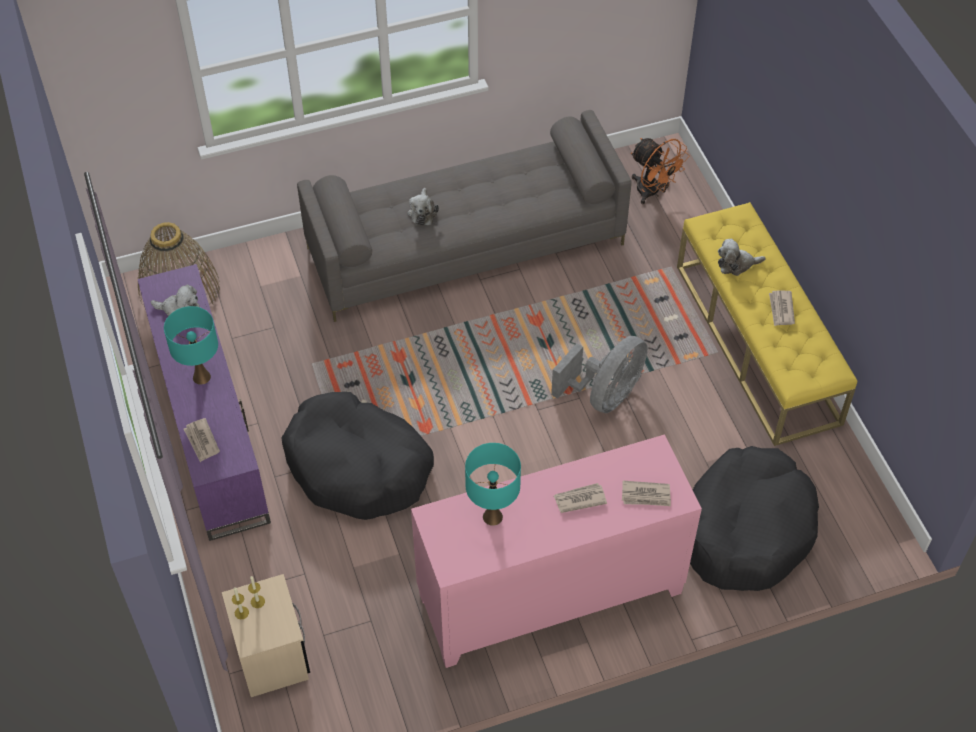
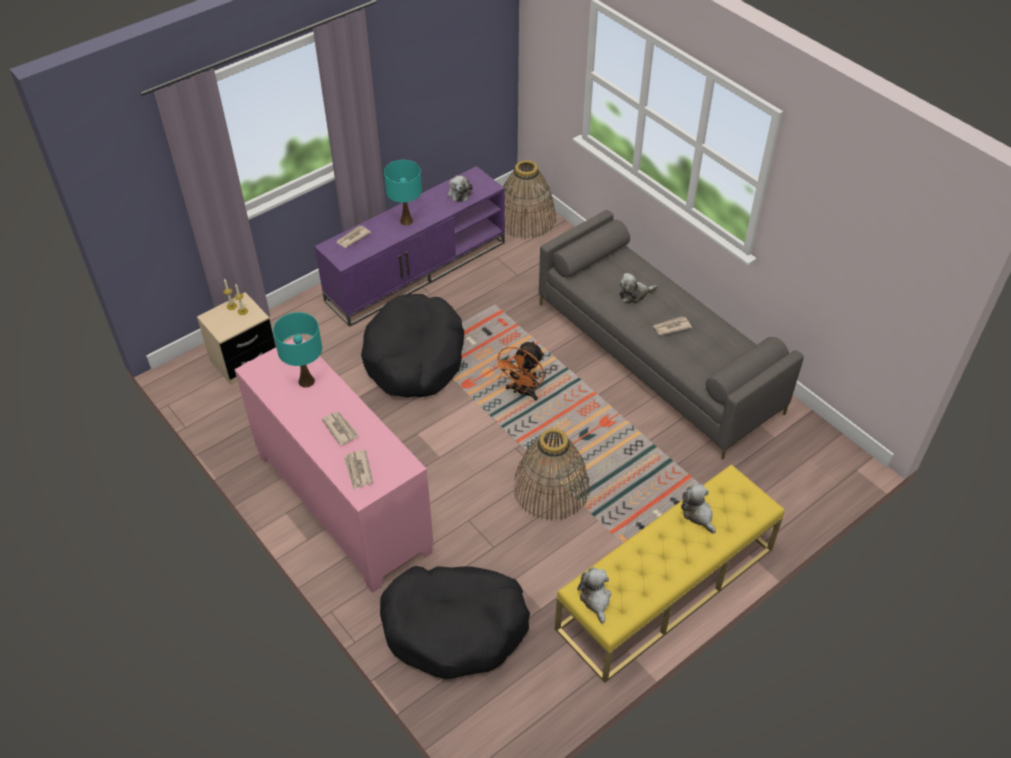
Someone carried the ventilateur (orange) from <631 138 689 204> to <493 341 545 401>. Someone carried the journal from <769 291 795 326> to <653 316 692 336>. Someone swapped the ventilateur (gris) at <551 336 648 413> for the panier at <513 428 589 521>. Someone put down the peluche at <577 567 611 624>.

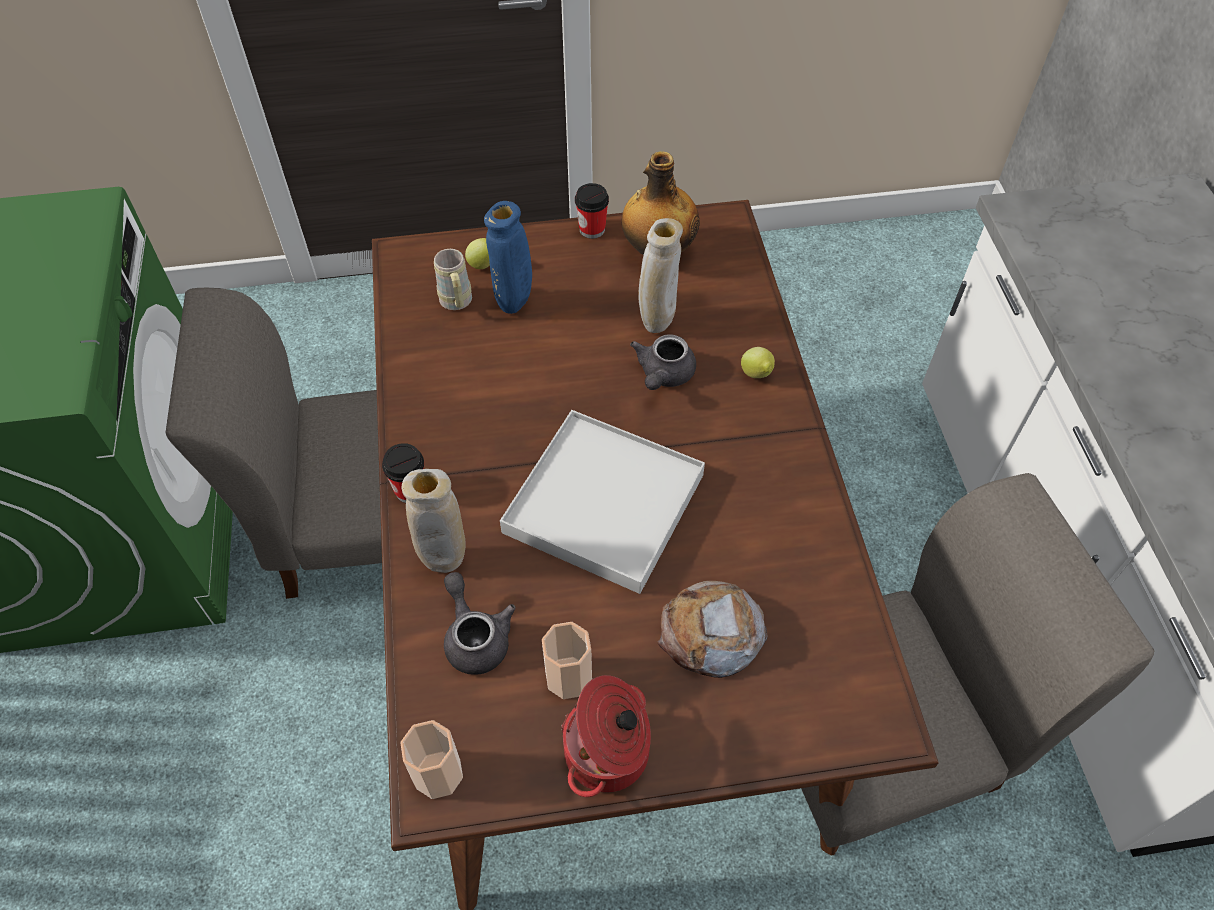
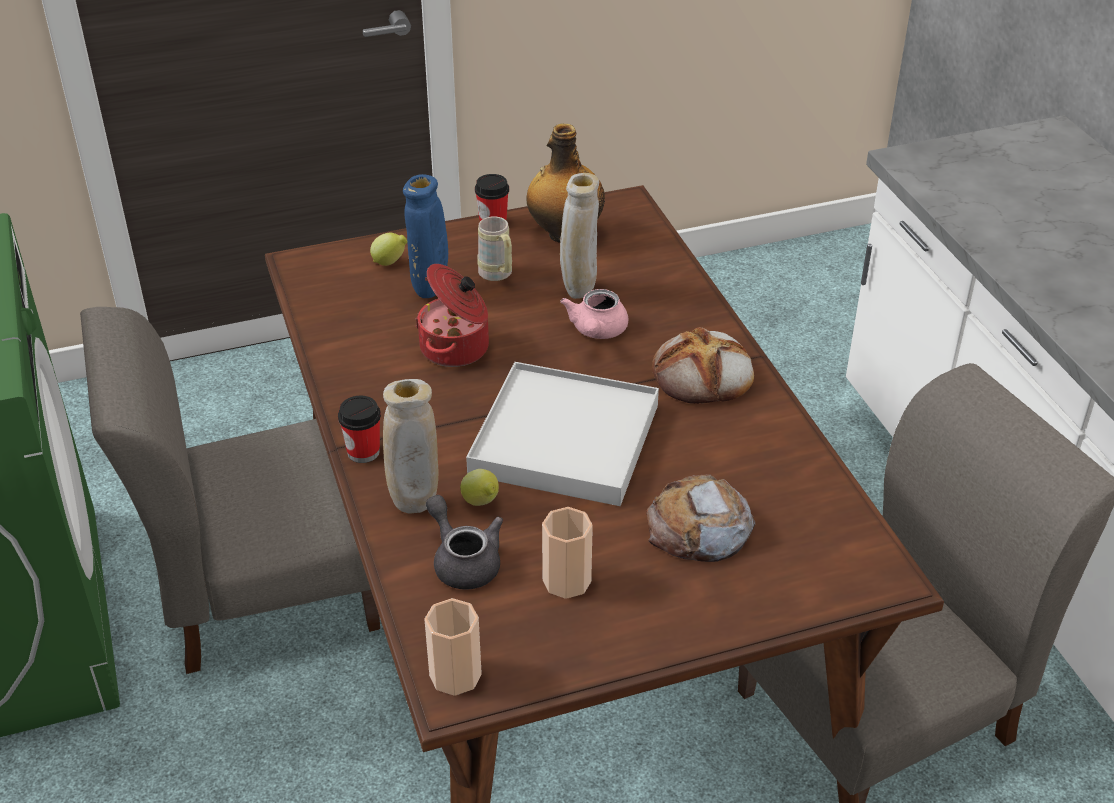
Someone carried the mug (beige) from <434 249 472 310> to <477 217 512 281>. Someone repainted the théière (gris) at <630 334 696 390>, which became the théière (rose) at <560 289 628 339>. Someone carried the citron from <741 347 775 378> to <460 469 499 506>. Someone carried the marmite from <561 675 651 797> to <415 264 489 367>. Someone put down the pain at <652 327 754 404>.

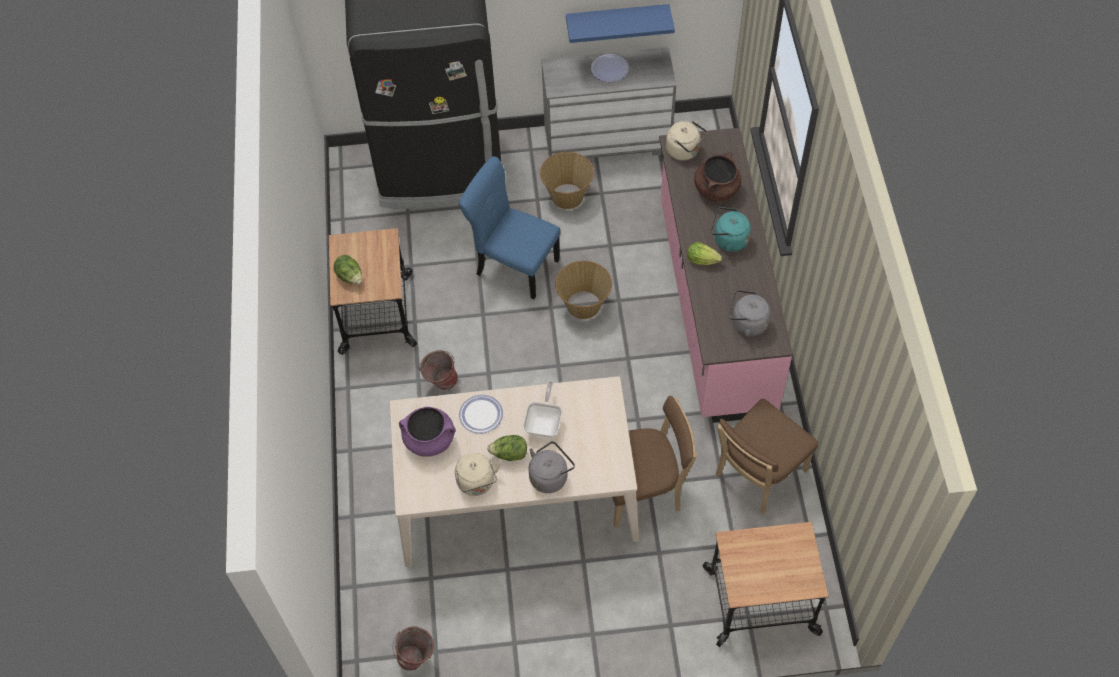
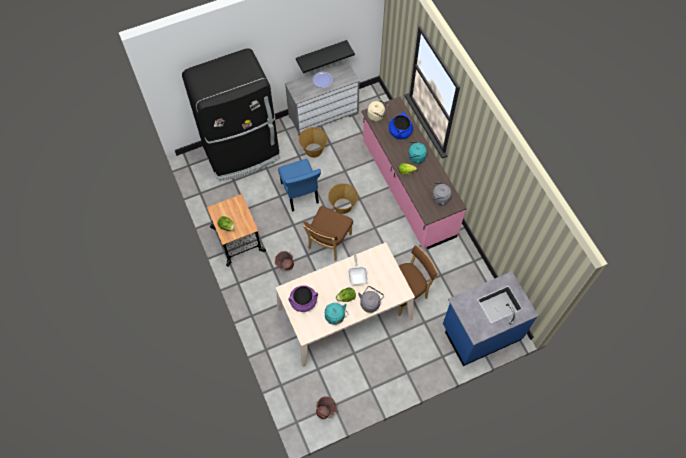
Someone repainted the étagère (bleu) at <566 4 675 43>, which became the étagère (noir) at <296 40 355 73>. Someone repainted the marmite (marron) at <694 152 741 202>, which became the marmite (bleu) at <389 112 413 139>. Someone rotated the chaise (bleu) at <459 157 561 300> by 120 degrees counterclockwise. Someone took away the assiette at <459 395 503 434>. Someone carried the chaise (marron) from <716 399 818 514> to <303 206 353 261>. Someone repainted the bouilloire (beige) at <455 453 501 496>, which became the bouilloire (turquoise) at <325 303 348 325>. Someone swapped the chariot at <703 522 829 647> for the comptoir de cuisine (bleu) at <443 271 539 366>.

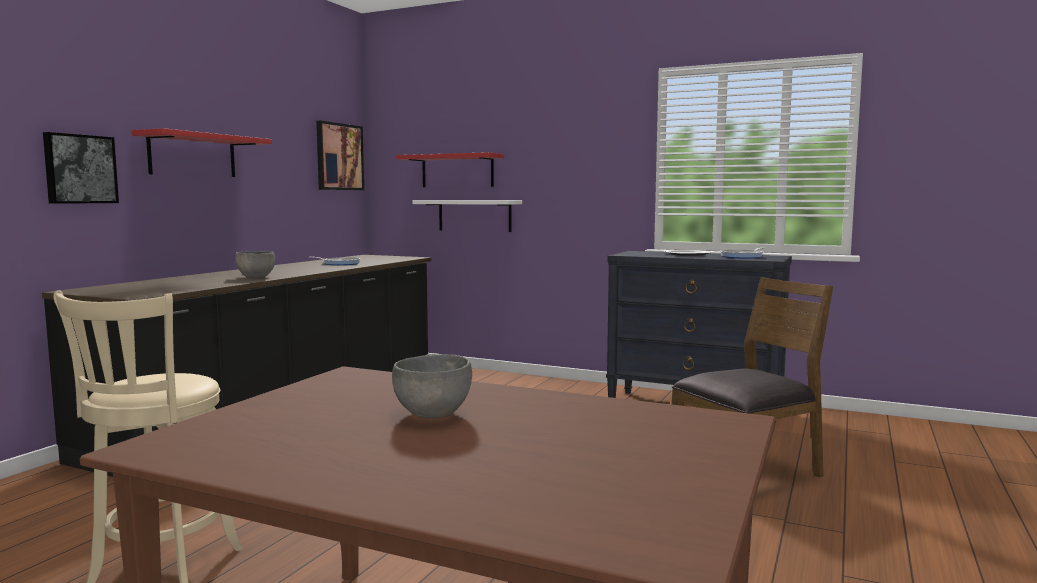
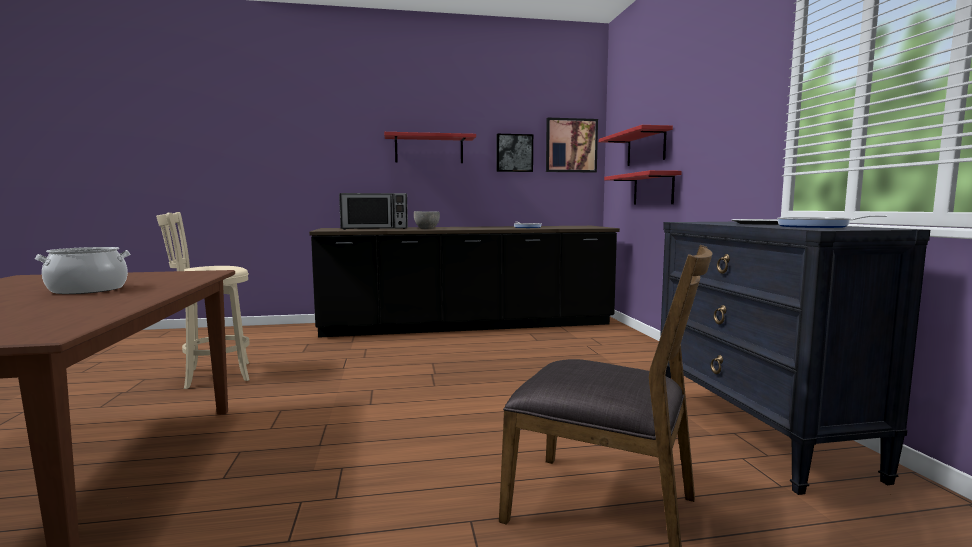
Someone carried the tableau from <43 132 119 204> to <496 134 533 172>. Someone repainted the étagère (blanc) at <413 200 522 232>, which became the étagère (rouge) at <604 170 682 205>. Someone swapped the bol (gris) at <392 354 472 418> for the marmite at <35 247 130 294>. Someone put down the micro-ondes at <339 193 408 230>.

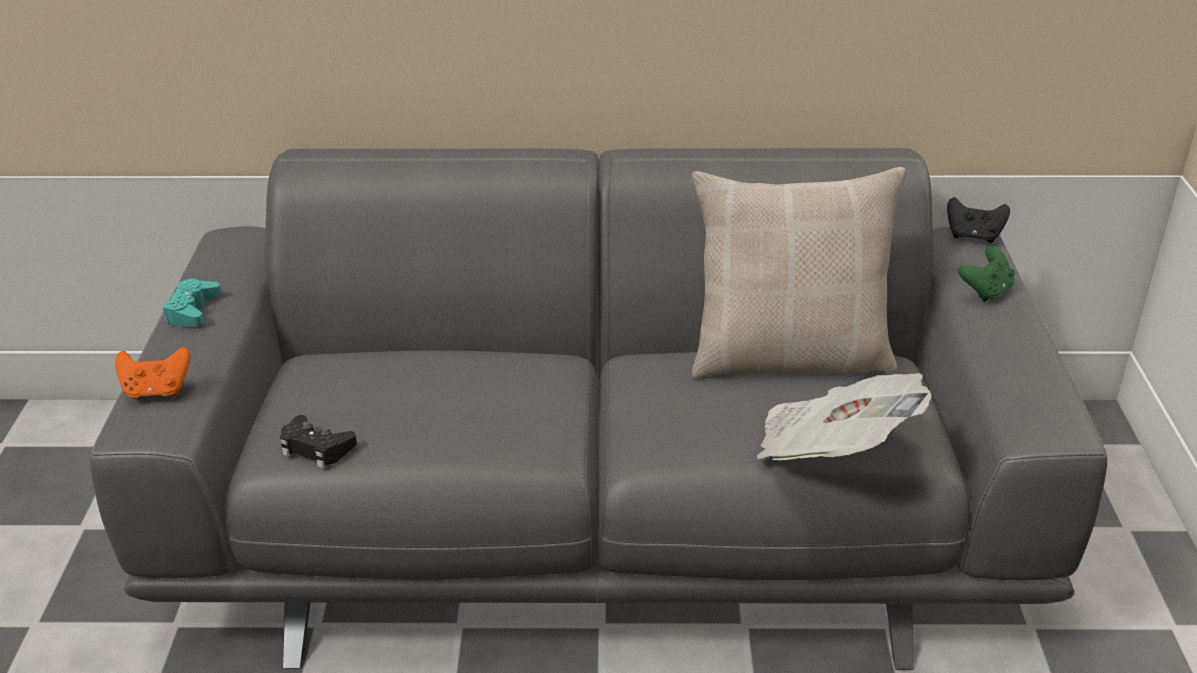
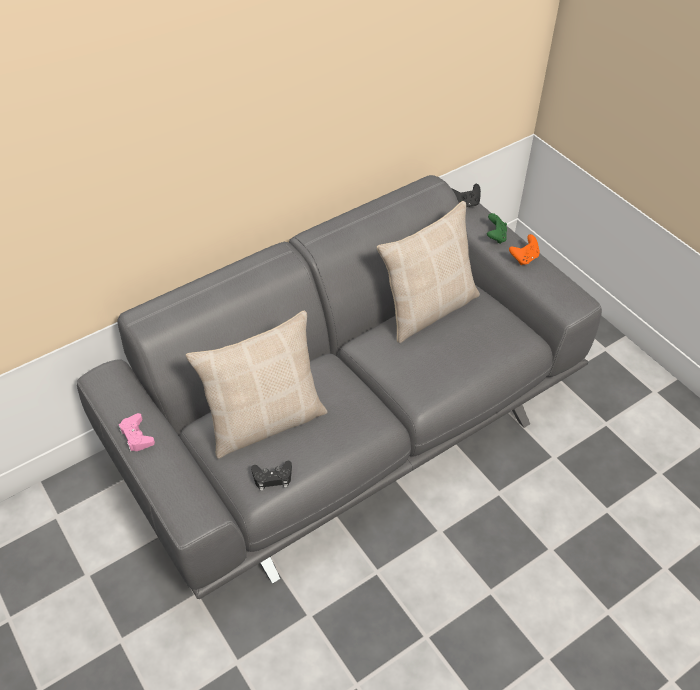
Someone repainted the manette (turquoise) at <163 279 221 326>, which became the manette (rose) at <119 413 155 451>. Someone carried the manette (orange) from <115 347 190 399> to <509 234 540 265>. Someone took away the journal at <757 373 931 460>. Someone put down the coussin (beige) at <186 310 328 459>.

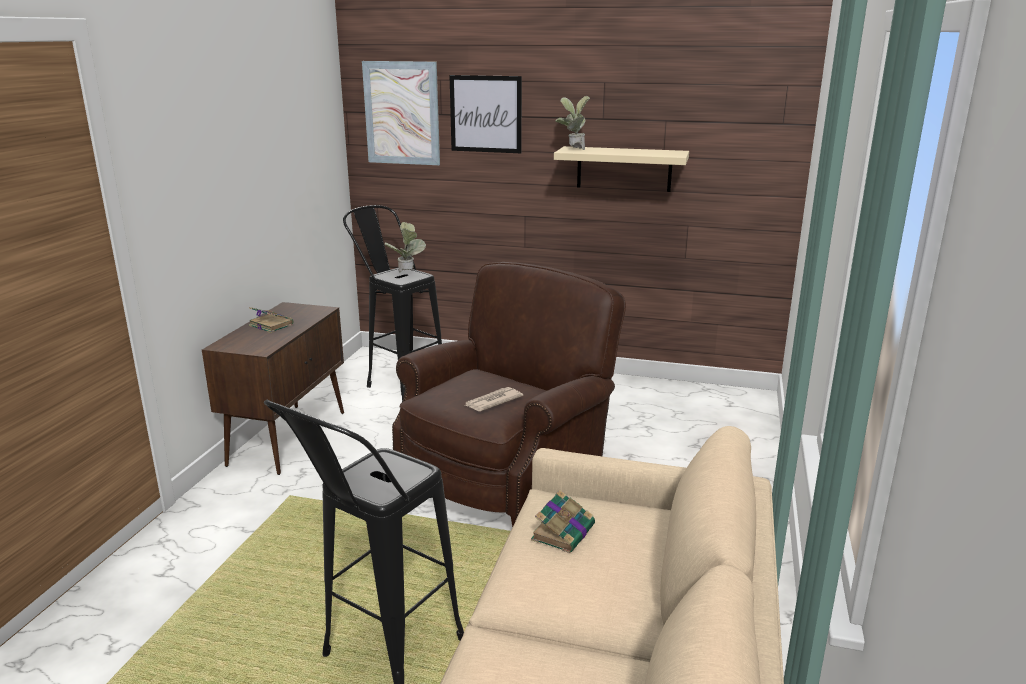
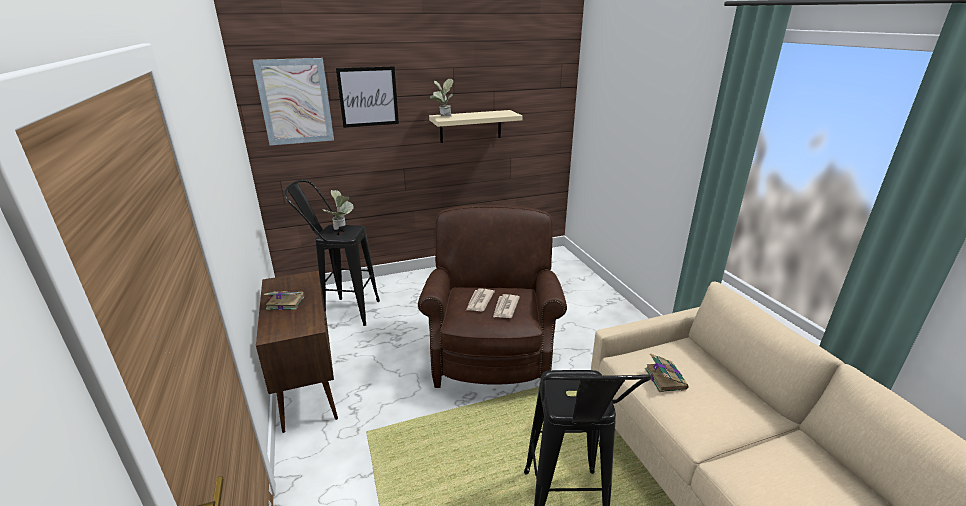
Someone put down the journal at <466 288 495 311>.

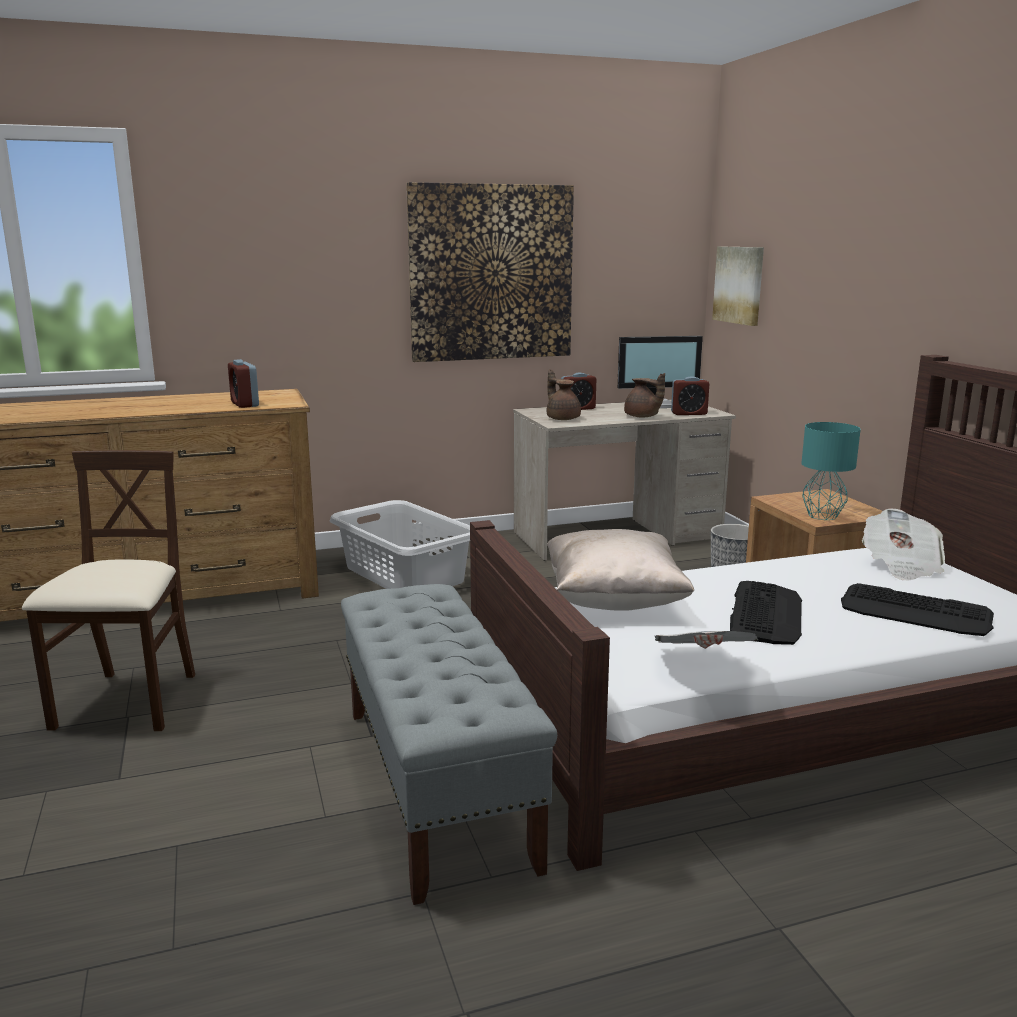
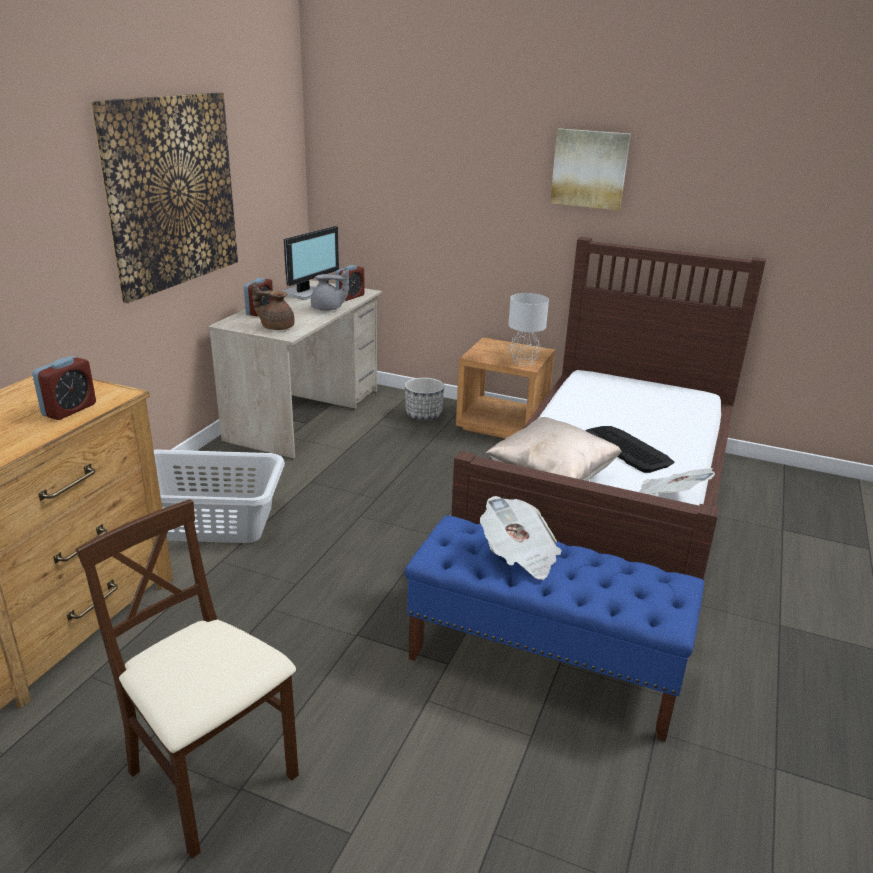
Someone carried the tableau from <712 247 764 326> to <550 129 631 210>. Someone rotated the réveil at <228 359 259 408> by 75 degrees counterclockwise. Someone repainted the théière (marron) at <624 373 665 417>, which became the théière (gris) at <311 269 349 311>. Someone repainted the lampe de table (turquoise) at <801 422 861 520>, which became the lampe de table (gris) at <508 293 549 366>. Someone carried the journal from <862 508 945 580> to <480 496 562 580>. Someone took away the clavier at <841 583 994 636>. Someone repainted the banc (gris) at <341 584 557 905>, which became the banc (bleu) at <405 515 704 742>.

